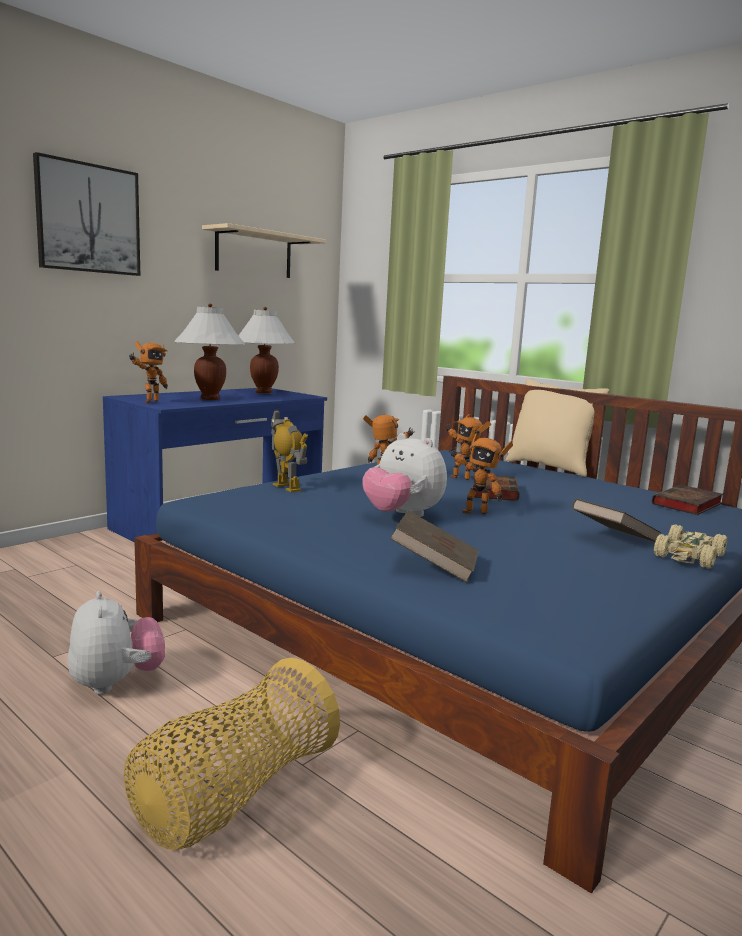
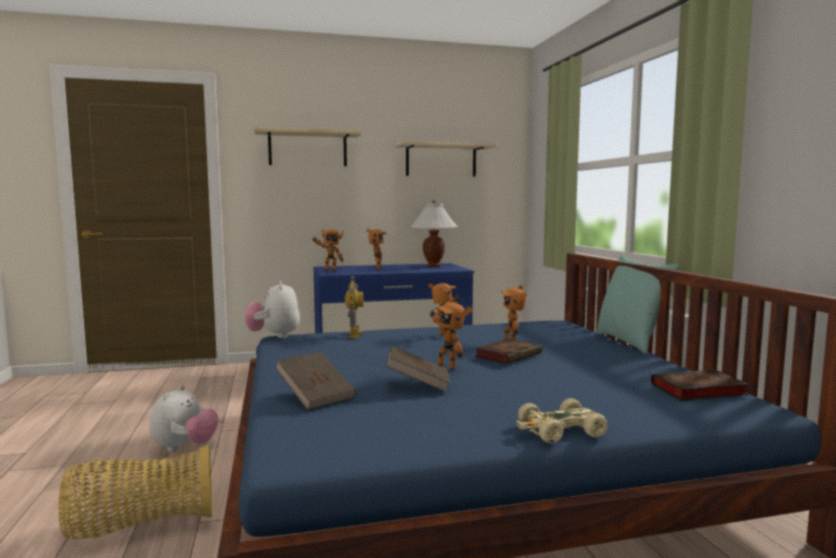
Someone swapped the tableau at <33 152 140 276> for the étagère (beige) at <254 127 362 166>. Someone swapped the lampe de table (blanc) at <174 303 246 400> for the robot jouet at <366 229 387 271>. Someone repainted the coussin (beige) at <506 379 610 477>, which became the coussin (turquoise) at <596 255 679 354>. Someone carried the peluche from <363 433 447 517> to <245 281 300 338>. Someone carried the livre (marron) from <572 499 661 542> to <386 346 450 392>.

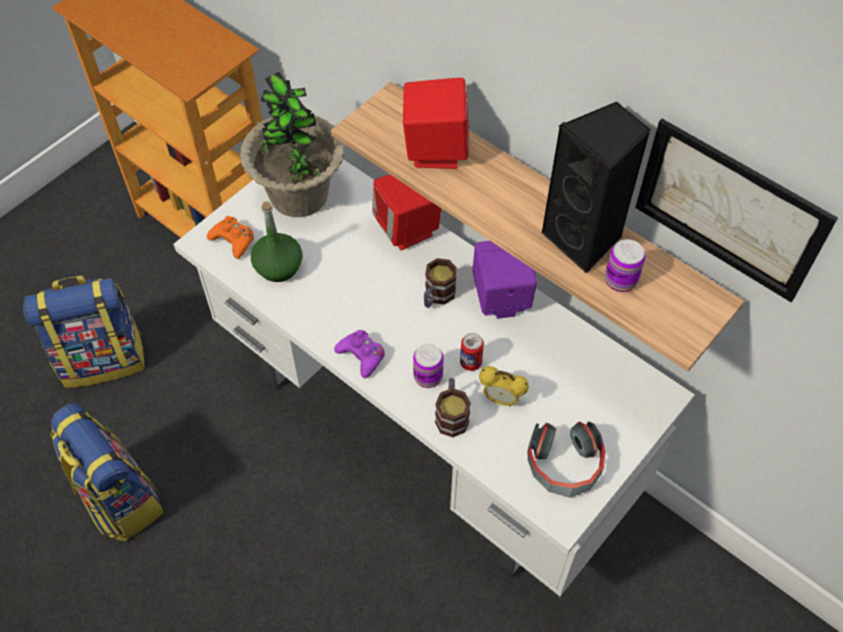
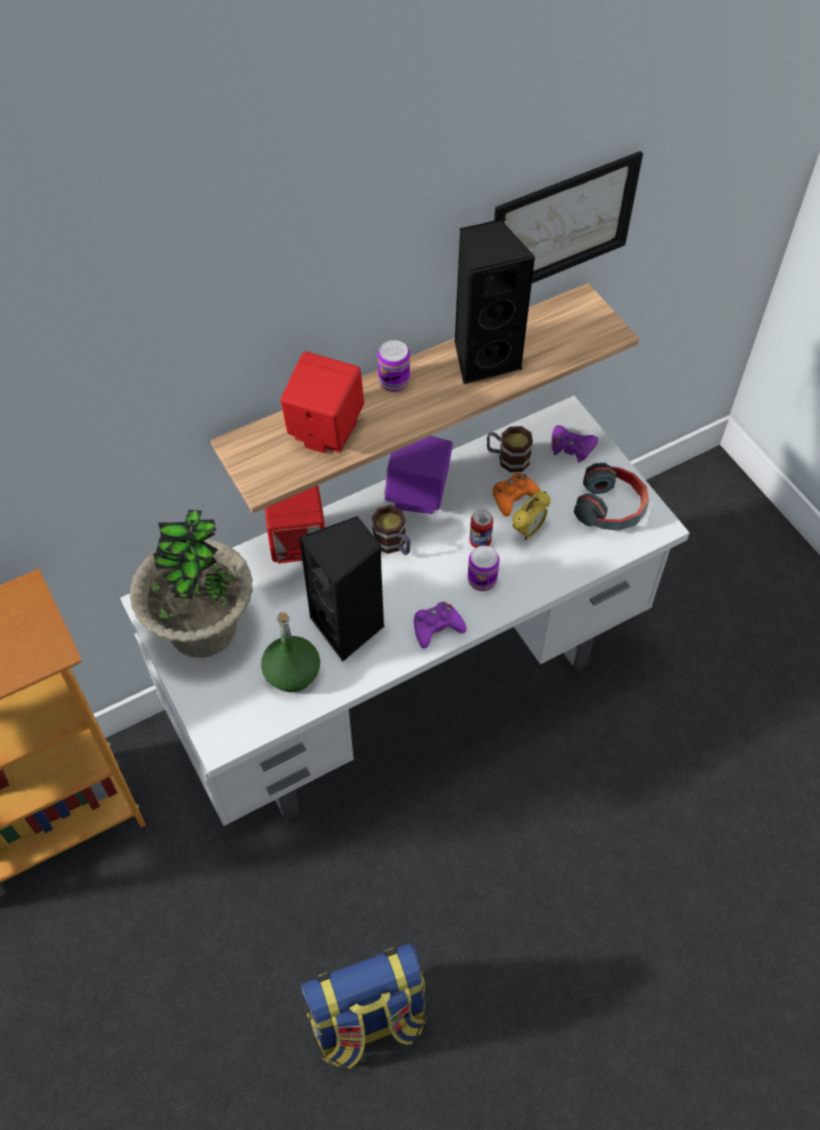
Someone carried the manette (orange) from <207 216 254 259> to <493 473 541 517>. Someone carried the boîte métallique from <605 239 646 292> to <378 340 410 392>. Someone took away the sac à dos at <23 276 144 388>. Someone carried the mug from <435 378 471 437> to <487 426 533 472>. Someone put down the manette (violet) at <552 425 598 463>. Someone put down the enceinte (noir) at <299 516 384 661>.

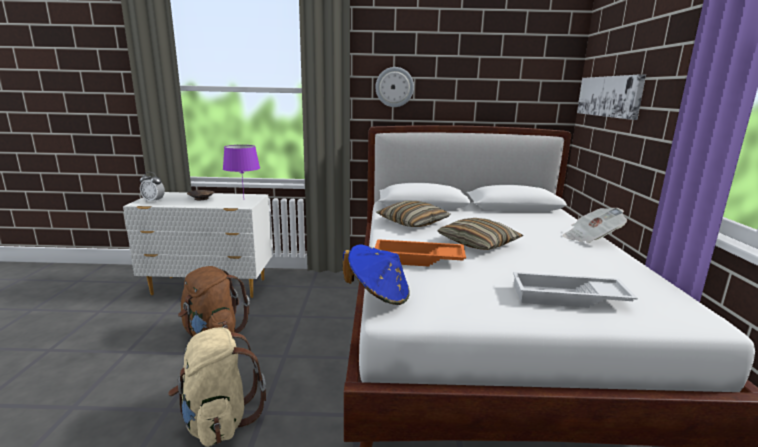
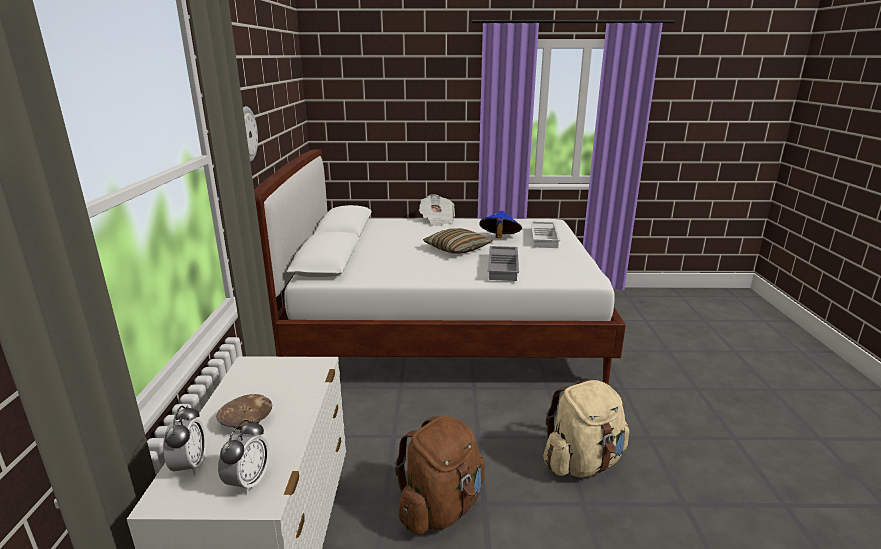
Someone took away the tableau at <577 74 646 120>. Someone took away the lampe de table (violet) at <223 145 260 196>. Someone took away the coussin at <376 201 450 227>. Someone repainted the plateau (orange) at <375 239 466 267>, which became the plateau (gris) at <488 246 519 281>. Someone carried the chapeau (bleu) from <343 244 410 305> to <479 211 522 238>. Someone put down the réveil at <163 406 207 476>.

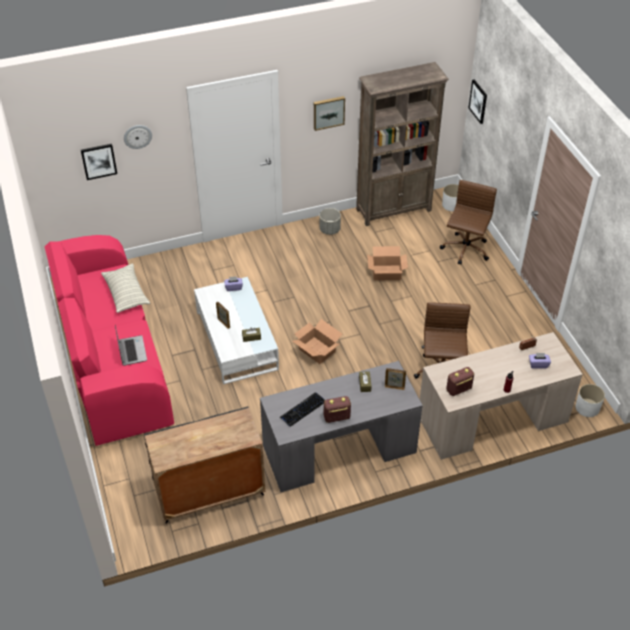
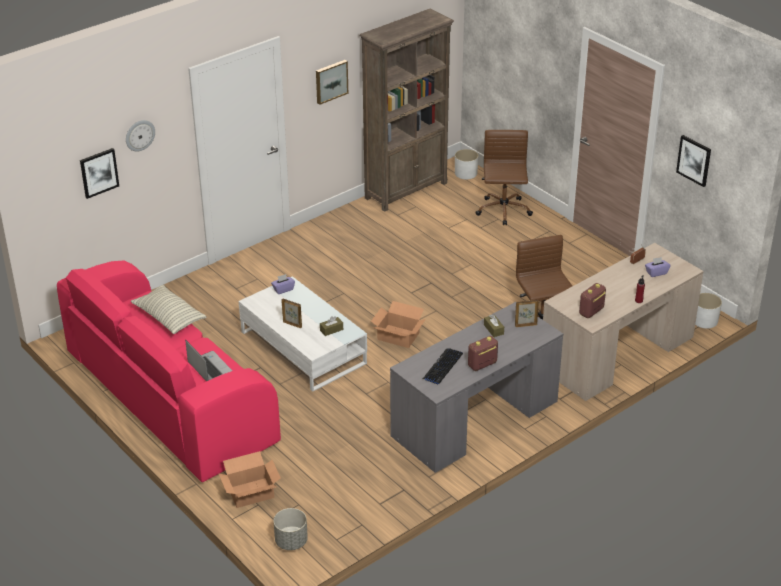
Someone carried the tableau from <469 80 487 124> to <676 135 711 187>. Someone carried the cache-pot (gris) from <319 208 341 235> to <274 508 308 550>. Someone carried the carton from <367 246 408 281> to <219 451 281 508>. Someone took away the meuble de rangement (noir) at <144 406 266 524>.

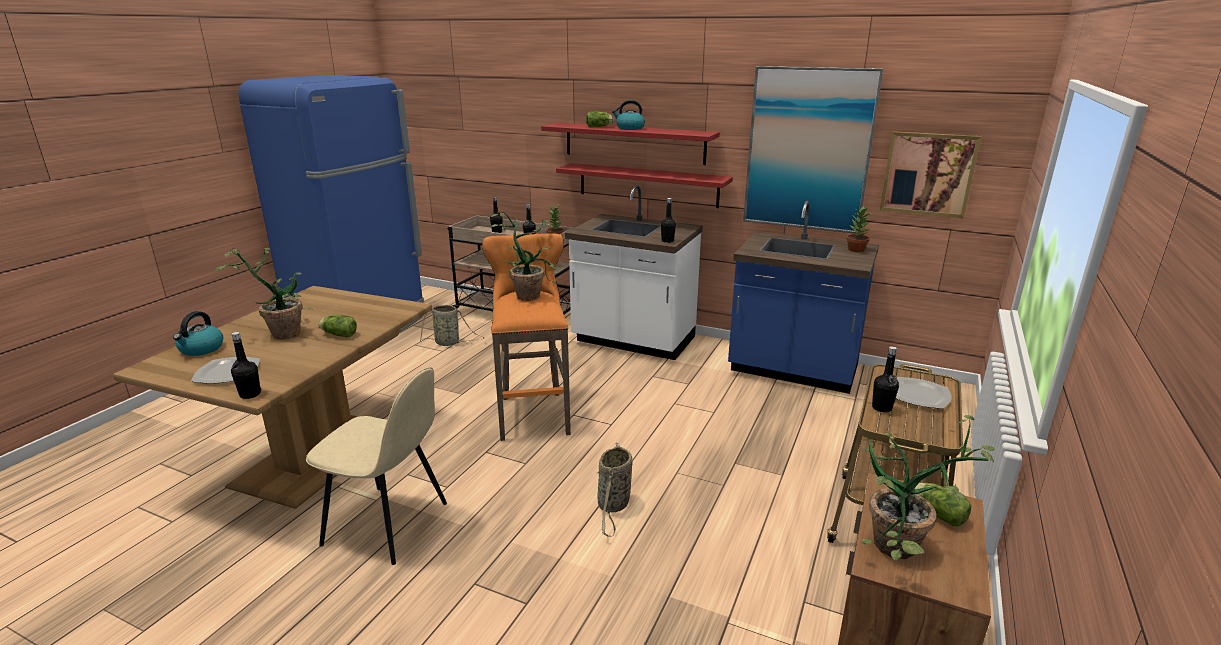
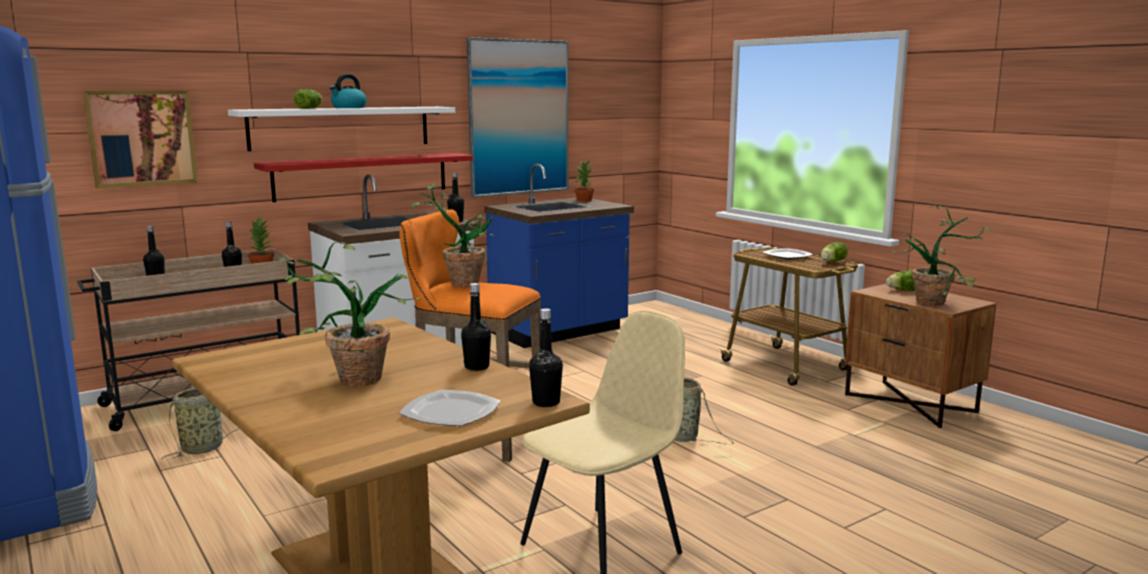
Someone repainted the étagère (rouge) at <541 123 720 165>, which became the étagère (blanc) at <228 107 455 151>. Someone carried the tableau from <880 131 981 218> to <83 90 198 189>. Someone took away the bouilloire at <173 311 223 356>. Someone carried the laitue from <318 315 357 338> to <821 242 848 262>. Someone carried the bouteille (noir) from <872 346 899 412> to <461 283 491 371>.

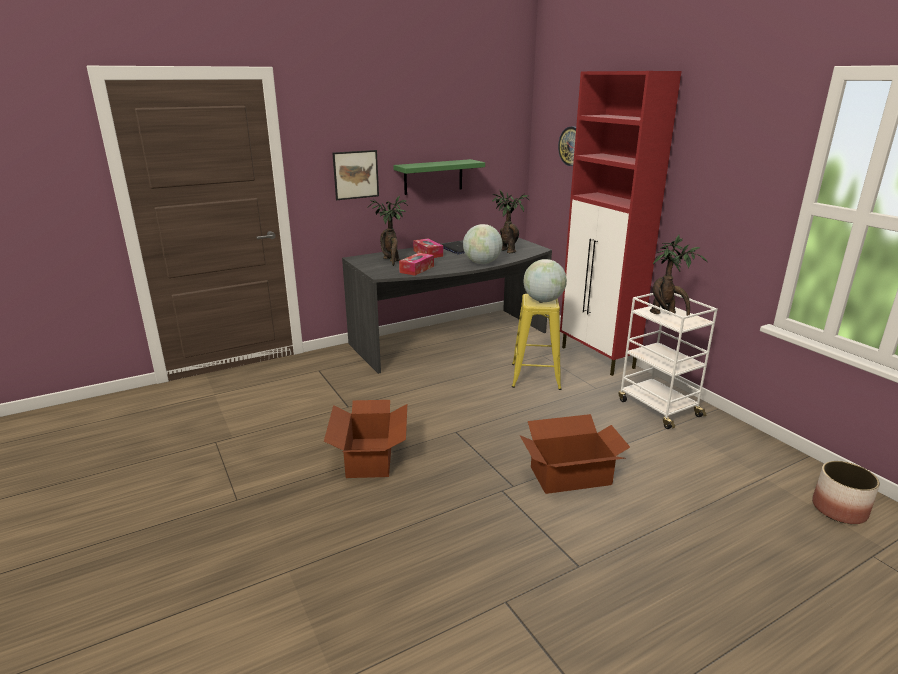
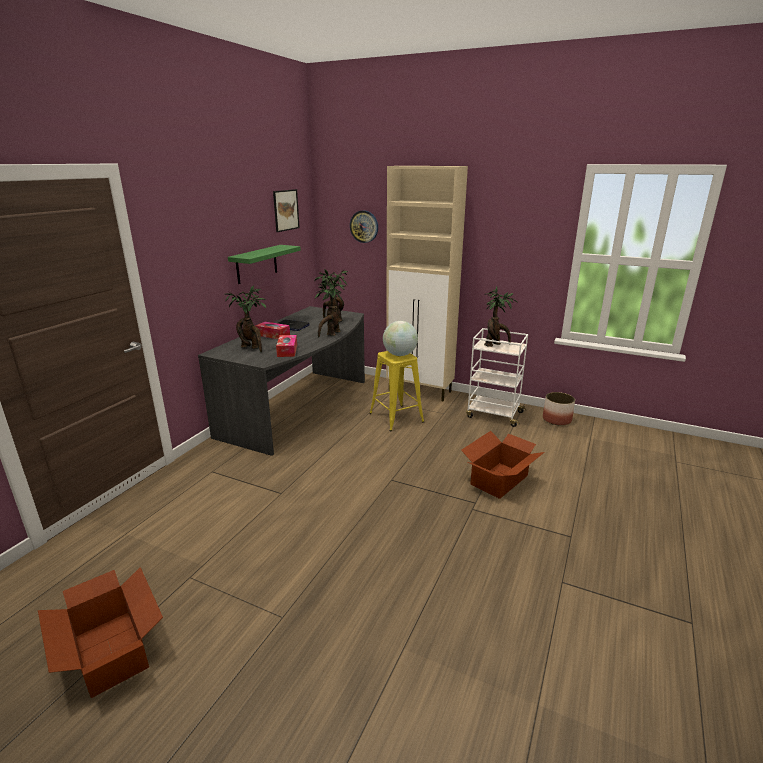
Someone repainted the meuble de rangement (rouge) at <560 71 682 376>, which became the meuble de rangement (beige) at <386 166 468 401>. Someone carried the tableau from <332 150 379 200> to <273 189 300 232>. Someone swapped the globe at <463 224 502 264> for the plante en pot at <315 277 345 338>. Someone carried the carton from <324 400 407 478> to <38 567 163 698>. Someone carried the cache-pot from <812 461 880 524> to <543 392 575 426>.

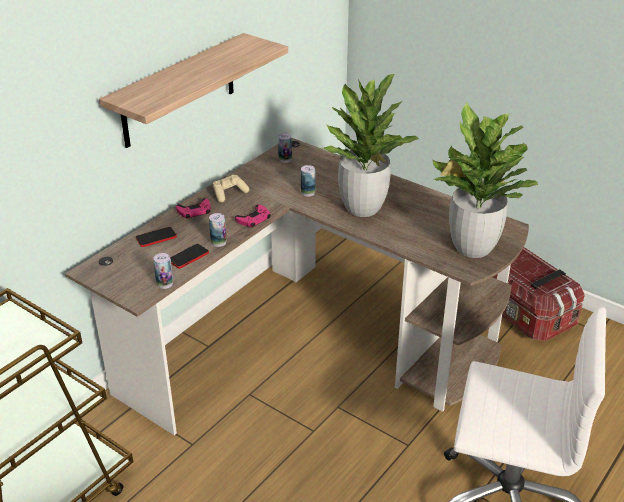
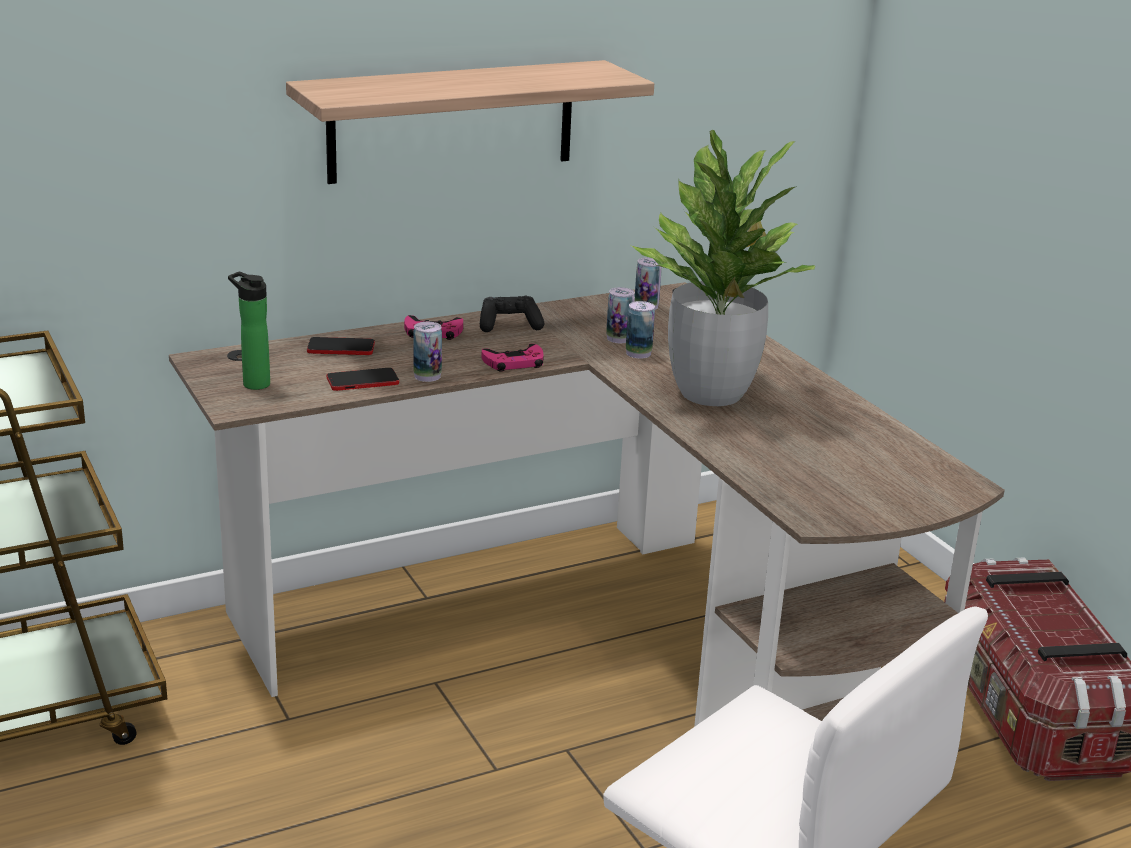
Someone took away the plante en pot at <432 102 538 258>. Someone repainted the manette (beige) at <213 175 249 203>, which became the manette (noir) at <480 296 544 332>. Someone carried the boîte métallique from <153 253 173 289> to <606 287 635 343>. Someone put down the bouteille at <228 272 270 390>.

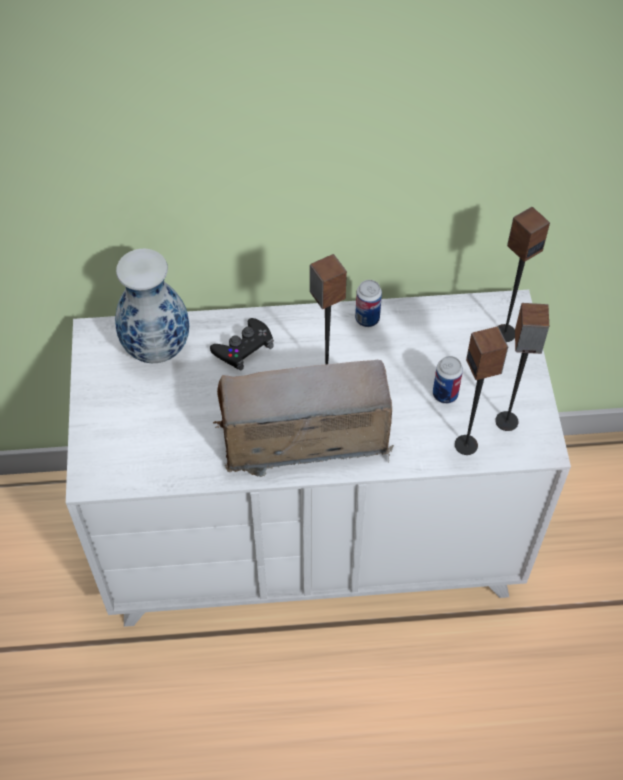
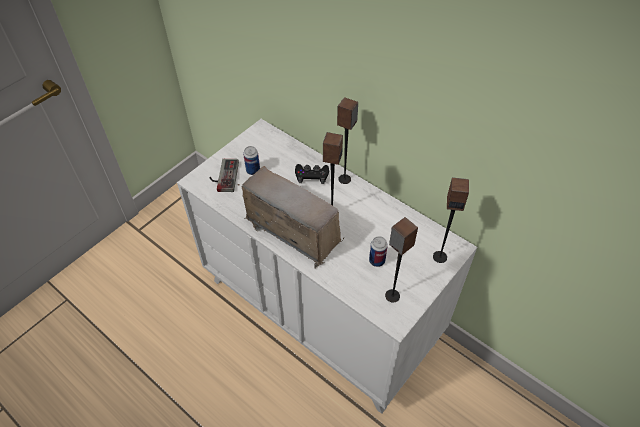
Someone took away the vase at <115 249 189 363>. Someone carried the boîte métallique from <355 280 382 327> to <243 146 260 175>. Someone carried the enceinte from <455 327 508 455> to <337 97 358 184>. Someone put down the manette at <209 159 239 192>.

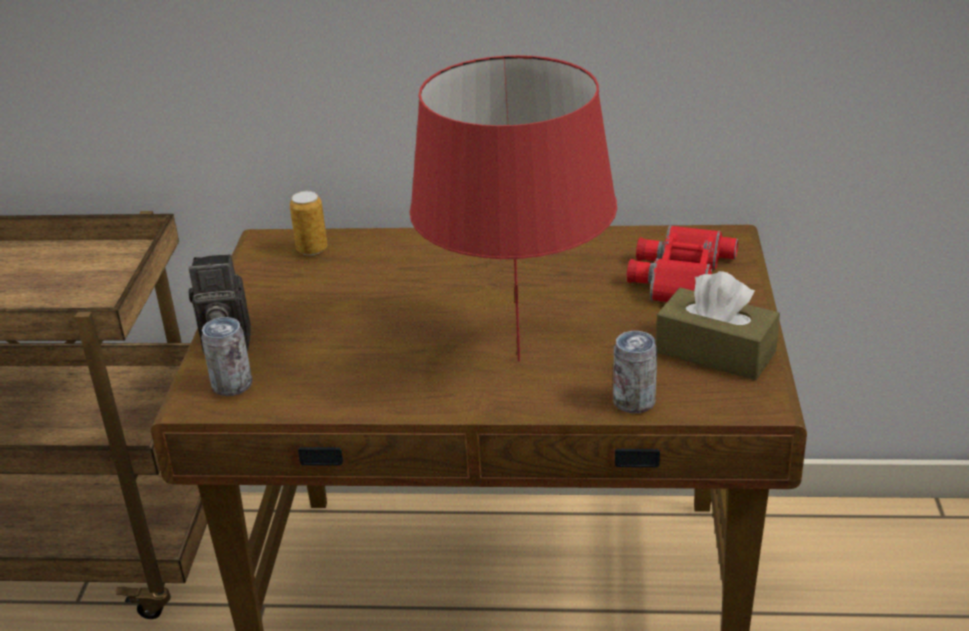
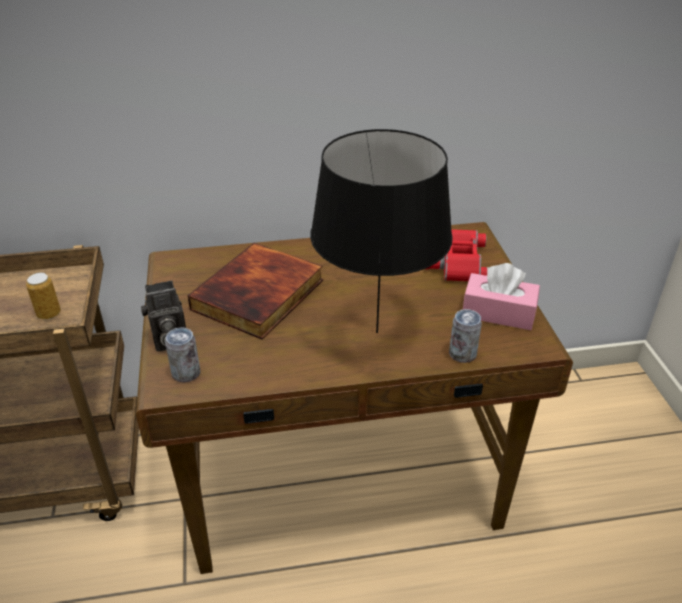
Someone repainted the lampe de table (rouge) at <410 55 617 361>, which became the lampe de table (noir) at <310 129 453 333>. Someone carried the boîte métallique from <290 191 327 255> to <26 273 61 320>. Someone repainted the boîte à mouchoirs (marron) at <656 271 780 380>, which became the boîte à mouchoirs (rose) at <463 263 540 330>. Someone put down the livre at <187 243 323 339>.

